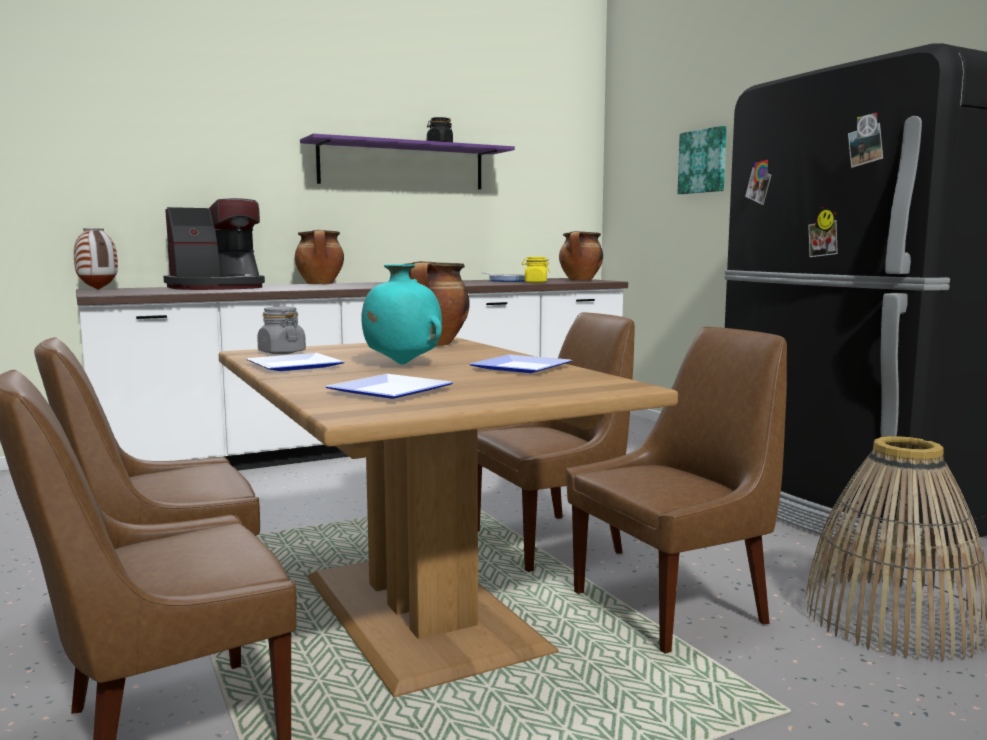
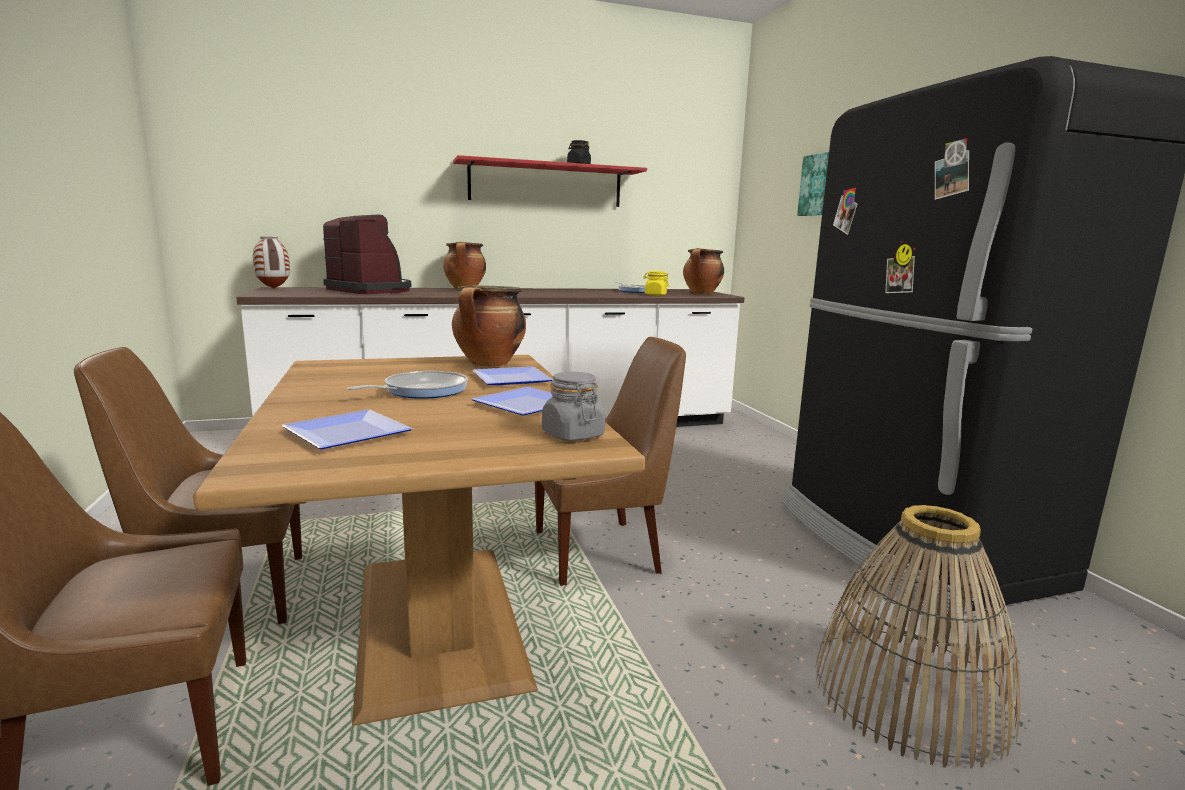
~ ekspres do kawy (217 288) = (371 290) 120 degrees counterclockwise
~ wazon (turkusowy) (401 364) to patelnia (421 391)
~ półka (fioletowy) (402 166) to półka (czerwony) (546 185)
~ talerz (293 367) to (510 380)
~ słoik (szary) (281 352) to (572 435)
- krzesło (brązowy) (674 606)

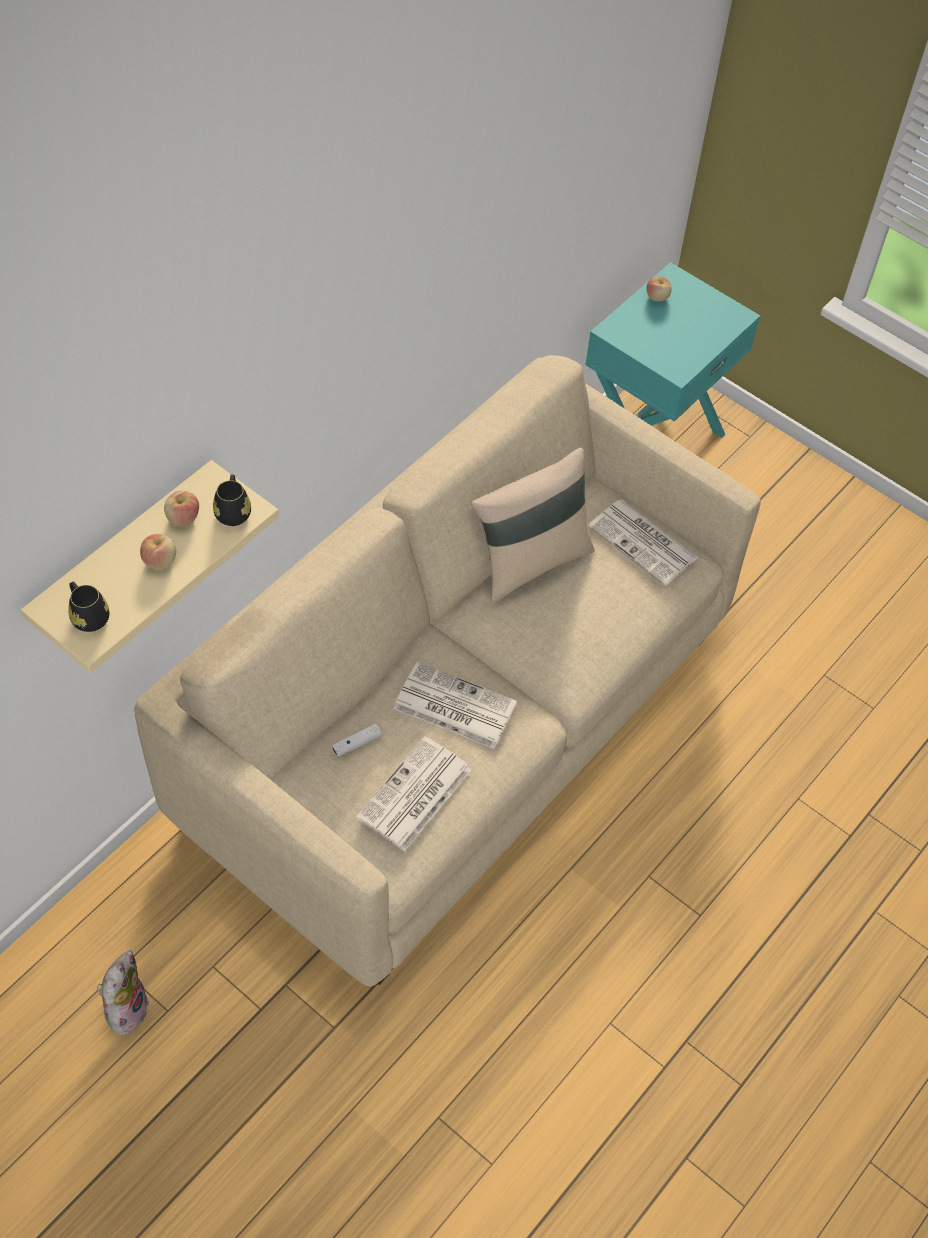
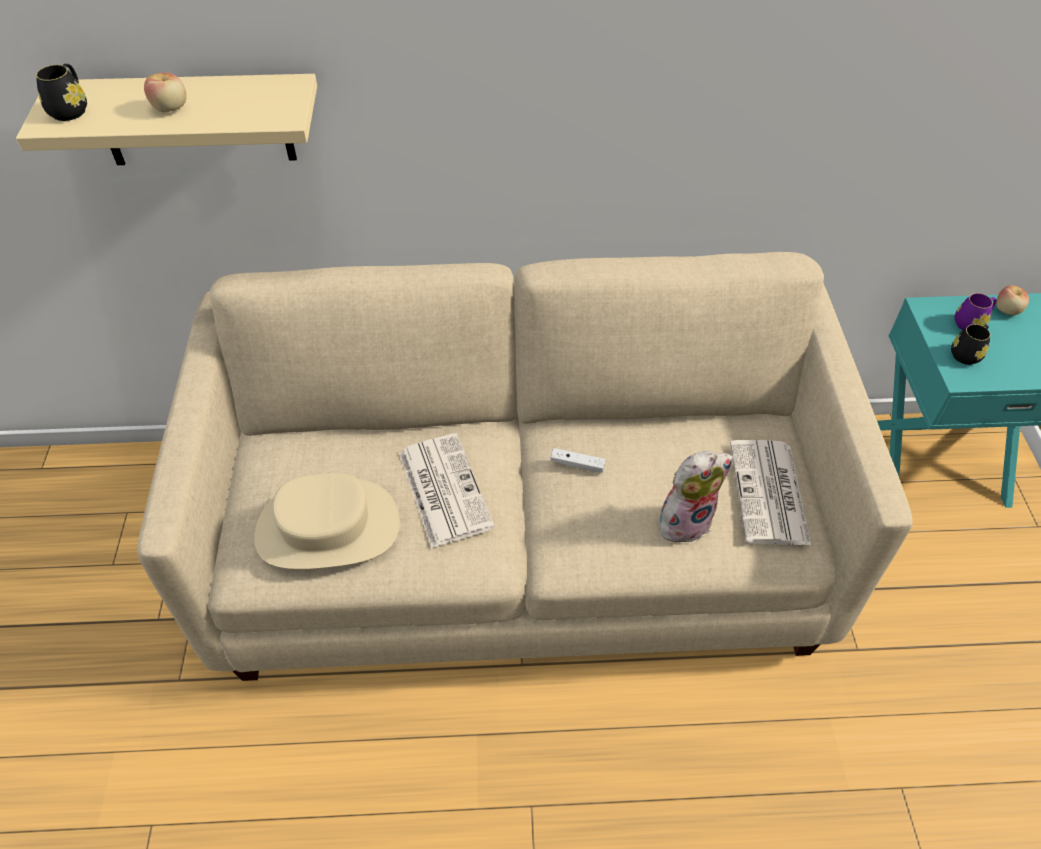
~ gazeta (414 796) to kapelusz (beżowy) (327 529)
~ pad do gier (biały) (357 743) to (577 464)
~ pluszak (125 1008) to (685 520)
~ kubek (czarny) (233 511) to (967 353)
+ kubek (fioletowy) (971 323)
- jabłko (183 518)
- poduszka (beżowy) (530 561)

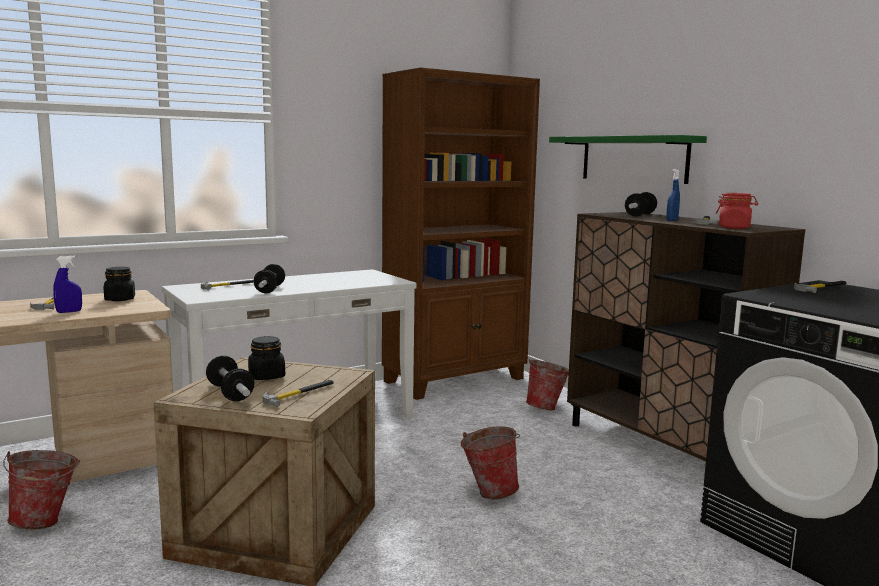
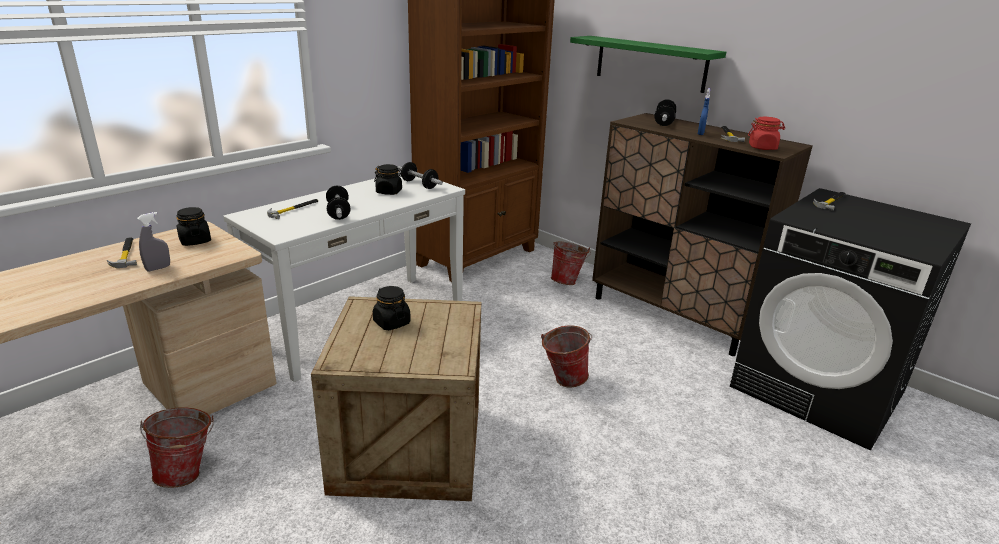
~ spryskiwacz (niebieski) (69 312) to spryskiwacz (szary) (158 268)
+ słoik (czarny) (389 192)
~ hantel (230 393) to (419 184)
- młotek (299 394)

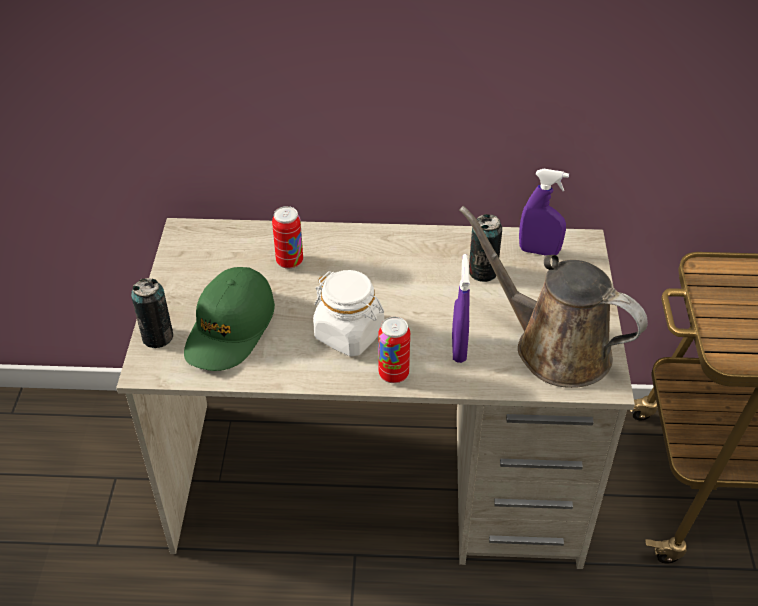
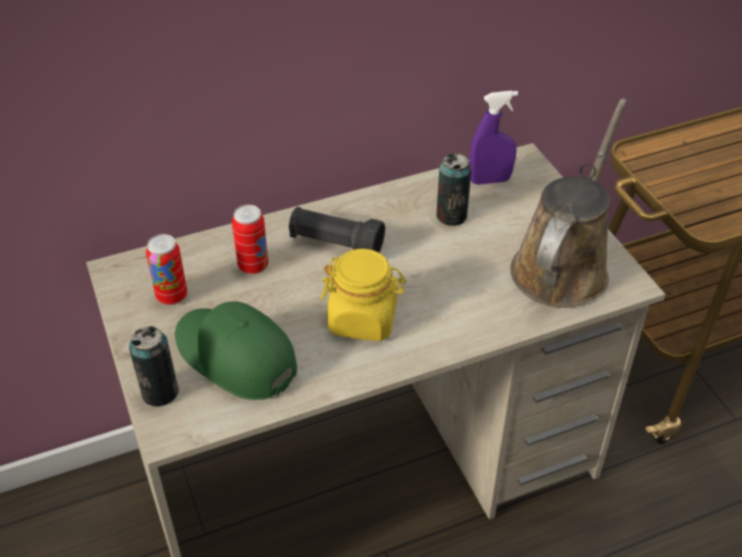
~ puszka (393 374) to (172 296)
~ czapka z daszkiem (zielony) (230 329) = (235 356) 135 degrees clockwise
+ latarka (czarny) (335 244)
~ słoik (biały) (349 334) to słoik (żółty) (363 319)
~ konewka (brązowy) (554 347) = (563 266) 105 degrees clockwise
- spryskiwacz (fioletowy) (459 348)

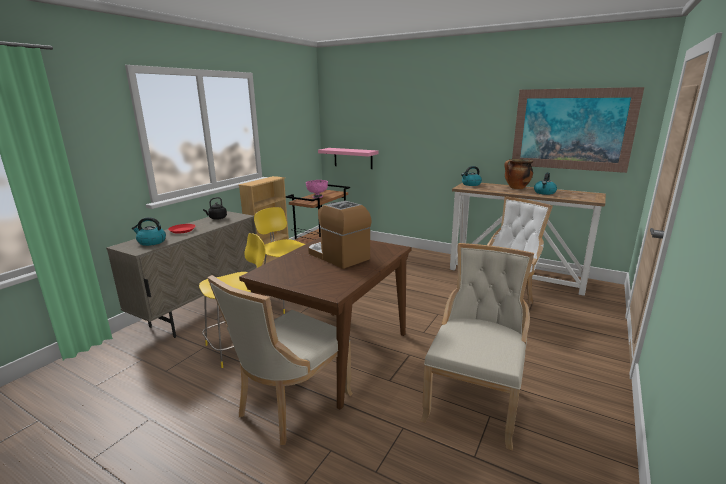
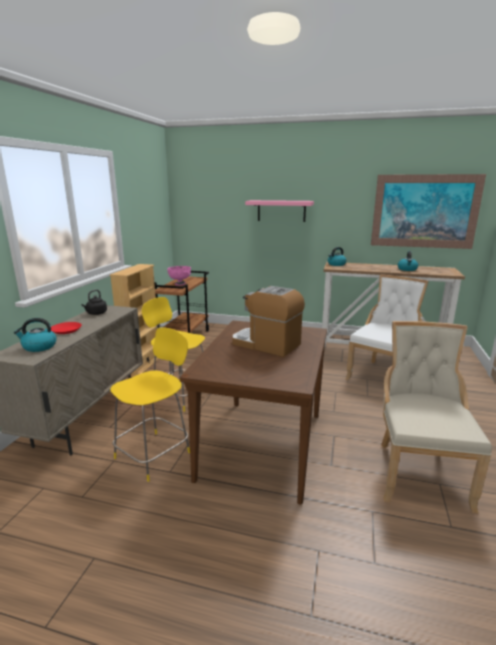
~ półka (różowy) (353 158) to (281 211)
- krzesło (beżowy) (290 405)
- garnek (516 188)

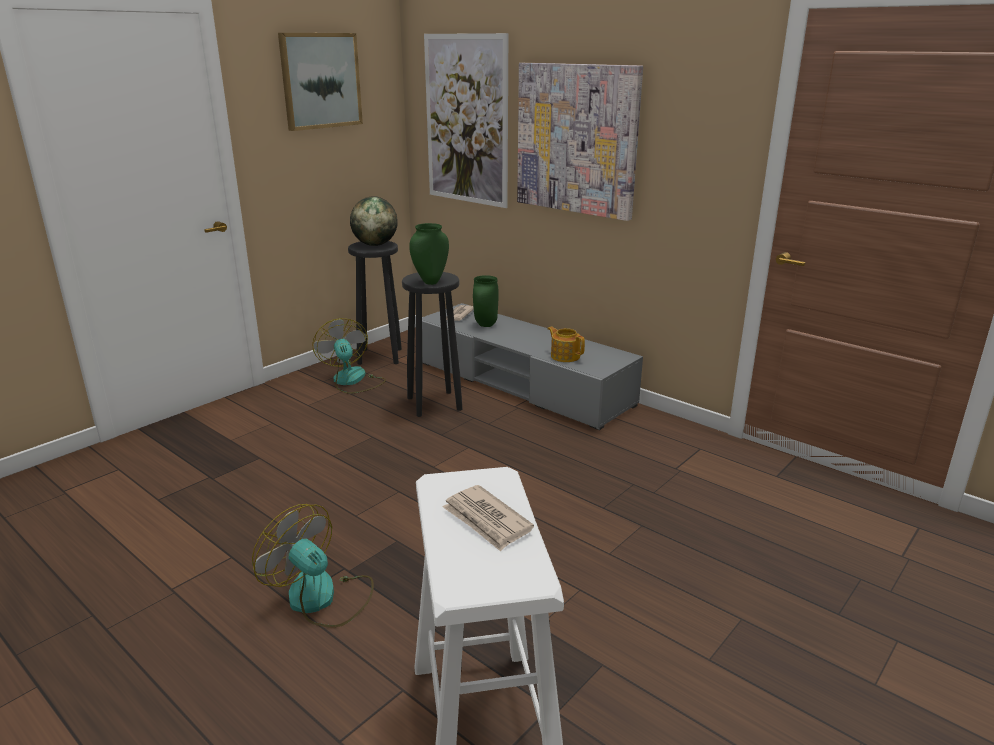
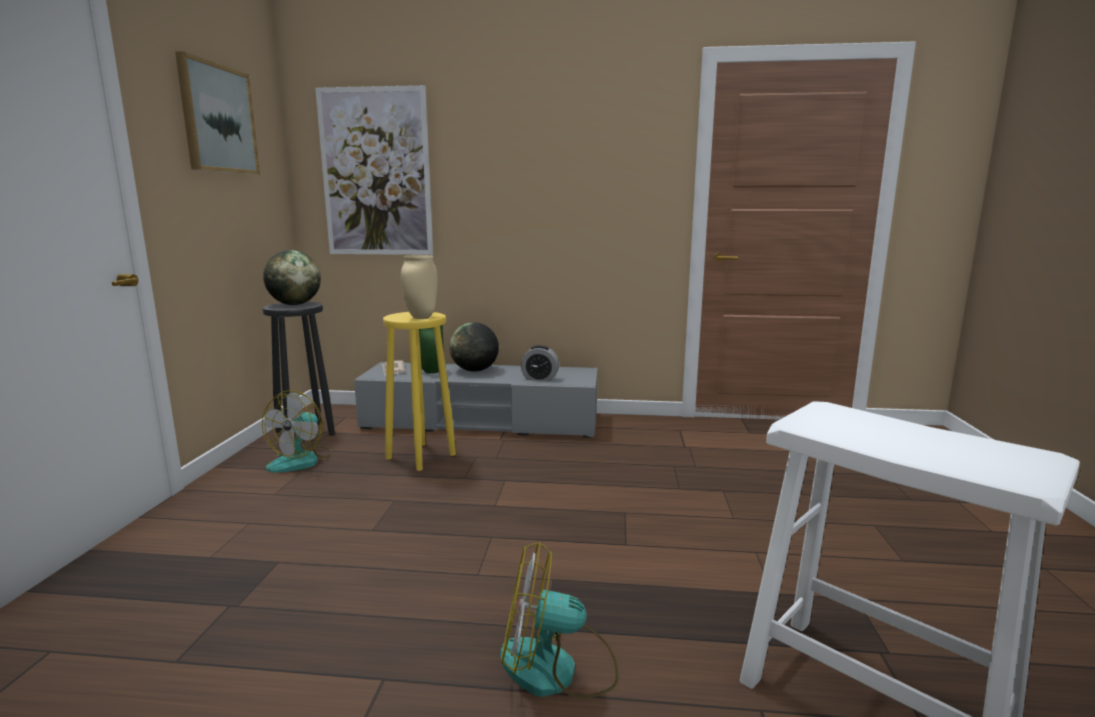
~ wentylator (352 381) = (301 460) 105 degrees counterclockwise
~ stołek (czarny) (435 403) to stołek (żółty) (421 456)
~ wazon (zielony) (430 282) to wazon (beżowy) (422 318)
+ globus (475 370)
~ imbryk (565 356) to budzik (539 378)
- gazeta (487 520)
- obraz (577 139)

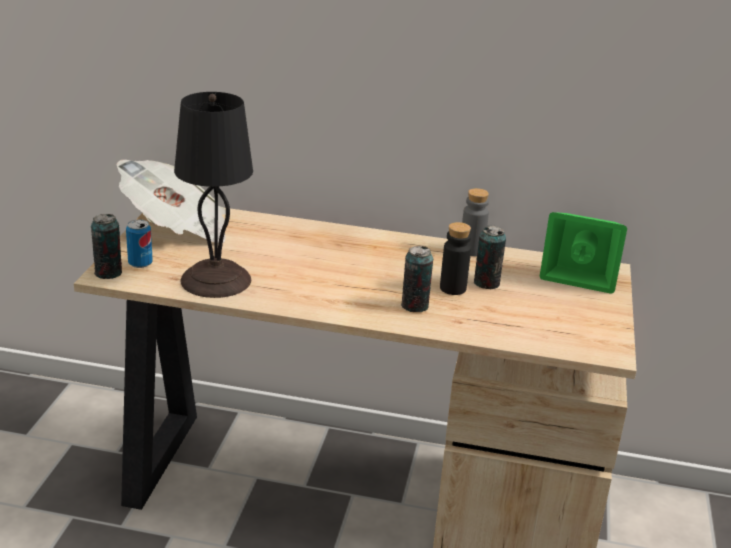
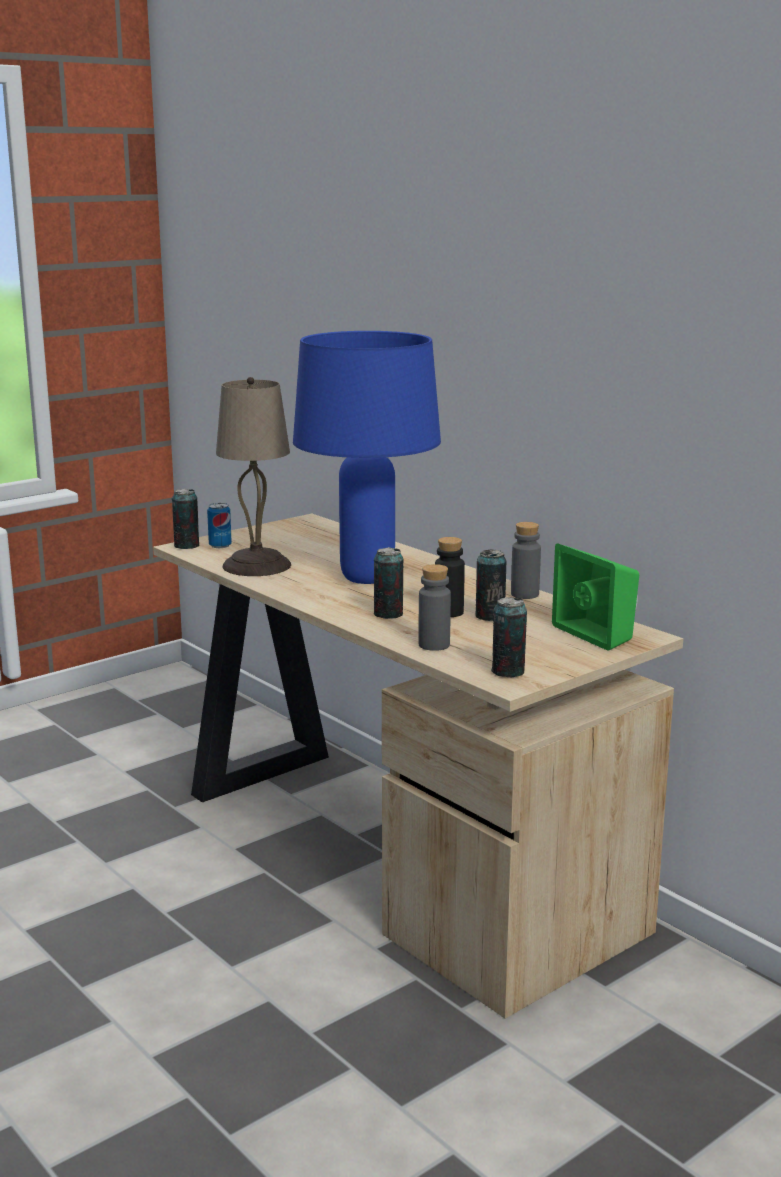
~ lampa stołowa (czarny) (215 279) to lampa stołowa (beżowy) (257 565)
+ lampa stołowa (niebieski) (368 578)
+ butelka (szary) (434 645)
+ puszka (508 672)
- gazeta (177 228)

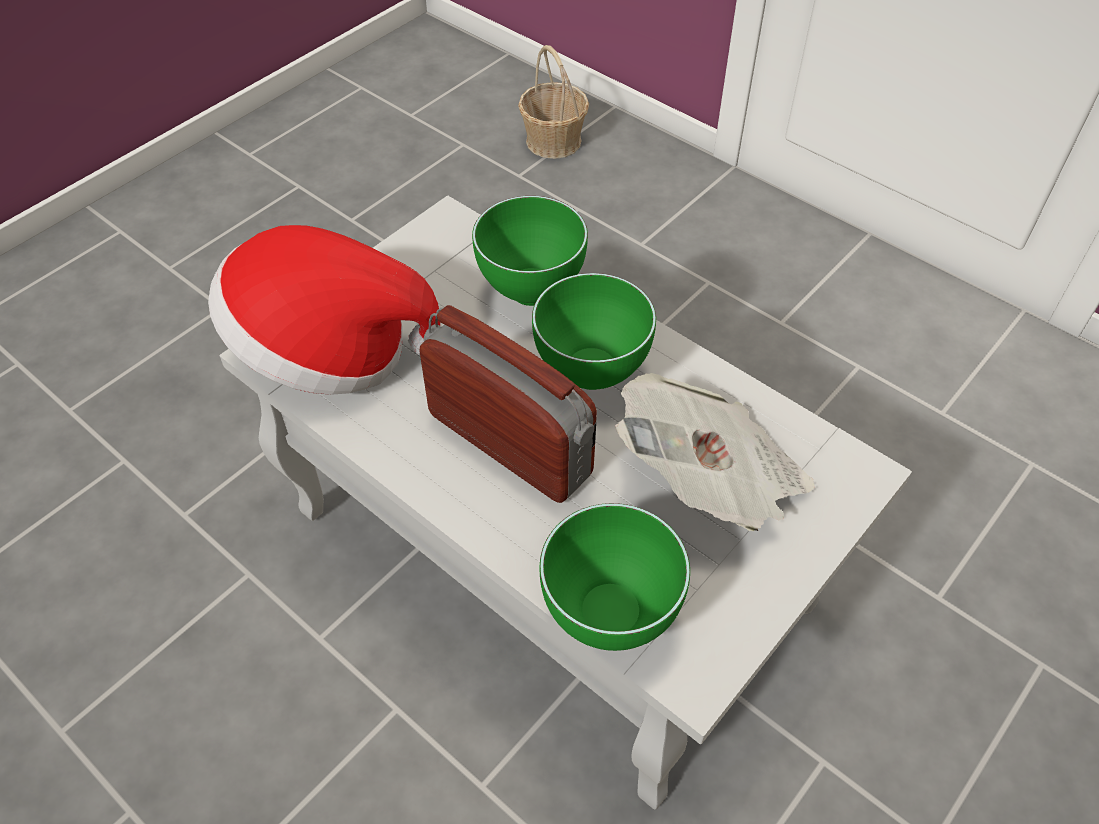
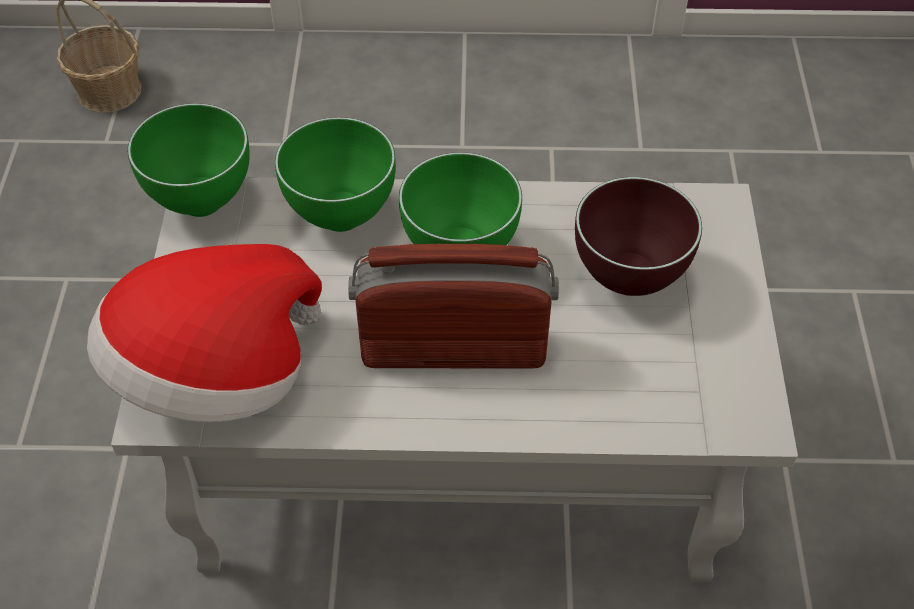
~ miska (zielony) (610 620) to (204 204)
~ gazeta (711 481) to miska (brązowy) (629 278)

